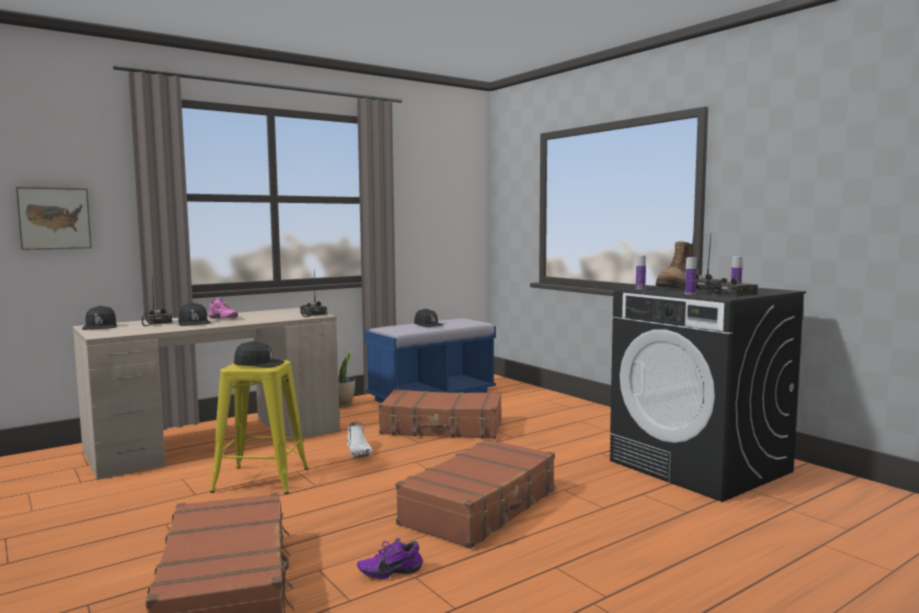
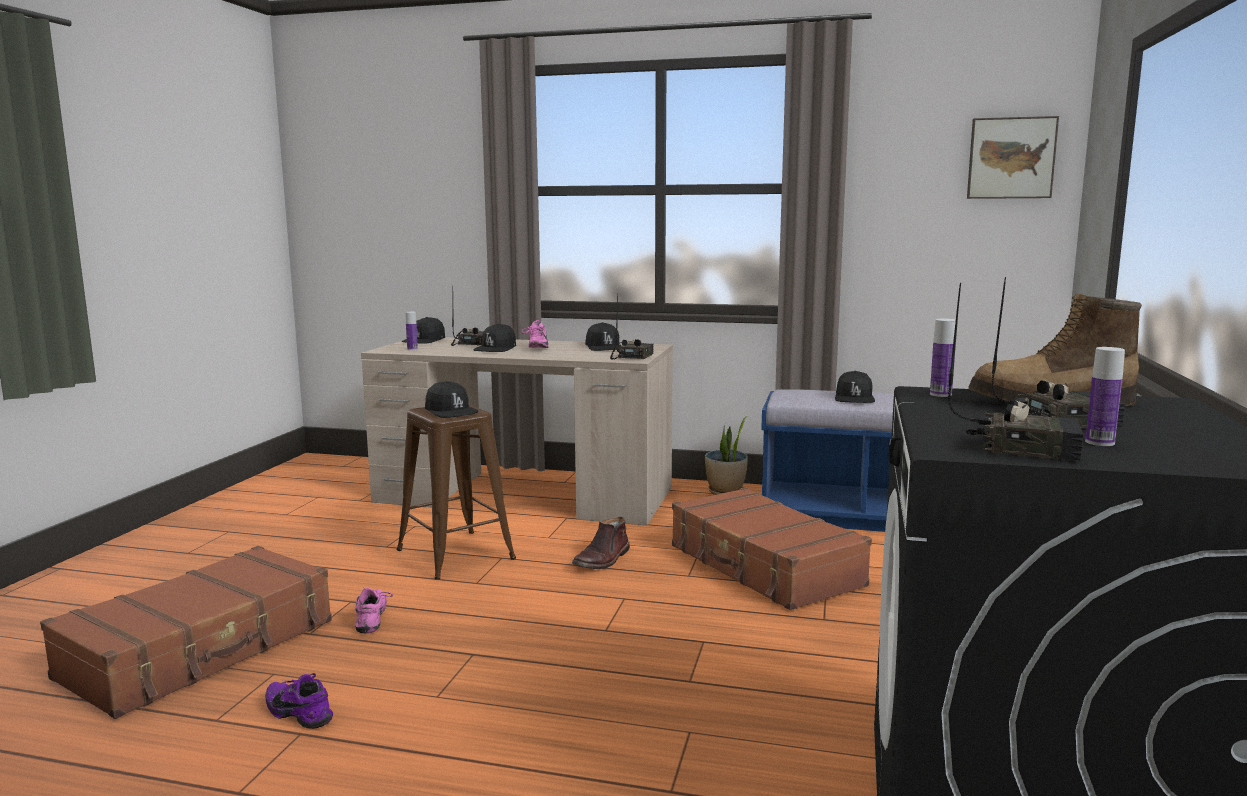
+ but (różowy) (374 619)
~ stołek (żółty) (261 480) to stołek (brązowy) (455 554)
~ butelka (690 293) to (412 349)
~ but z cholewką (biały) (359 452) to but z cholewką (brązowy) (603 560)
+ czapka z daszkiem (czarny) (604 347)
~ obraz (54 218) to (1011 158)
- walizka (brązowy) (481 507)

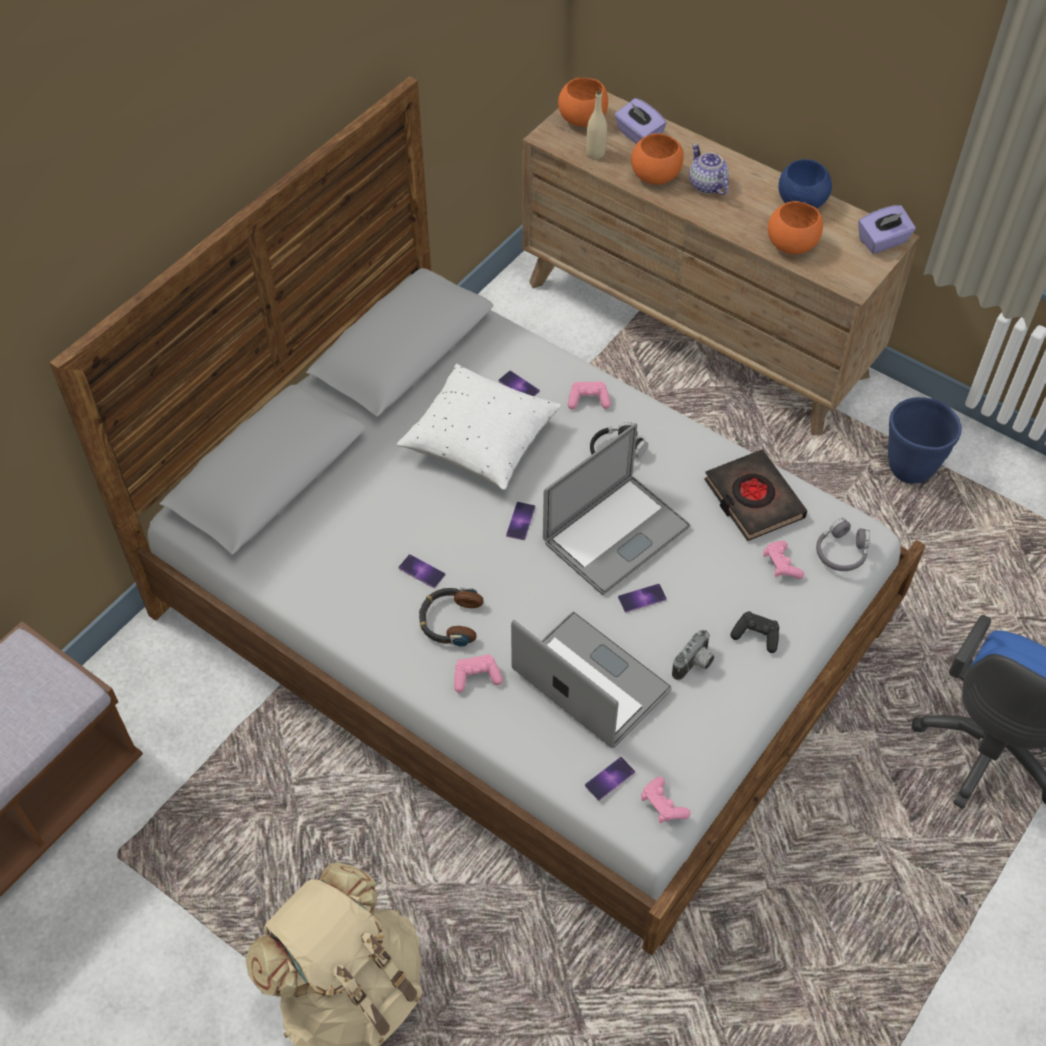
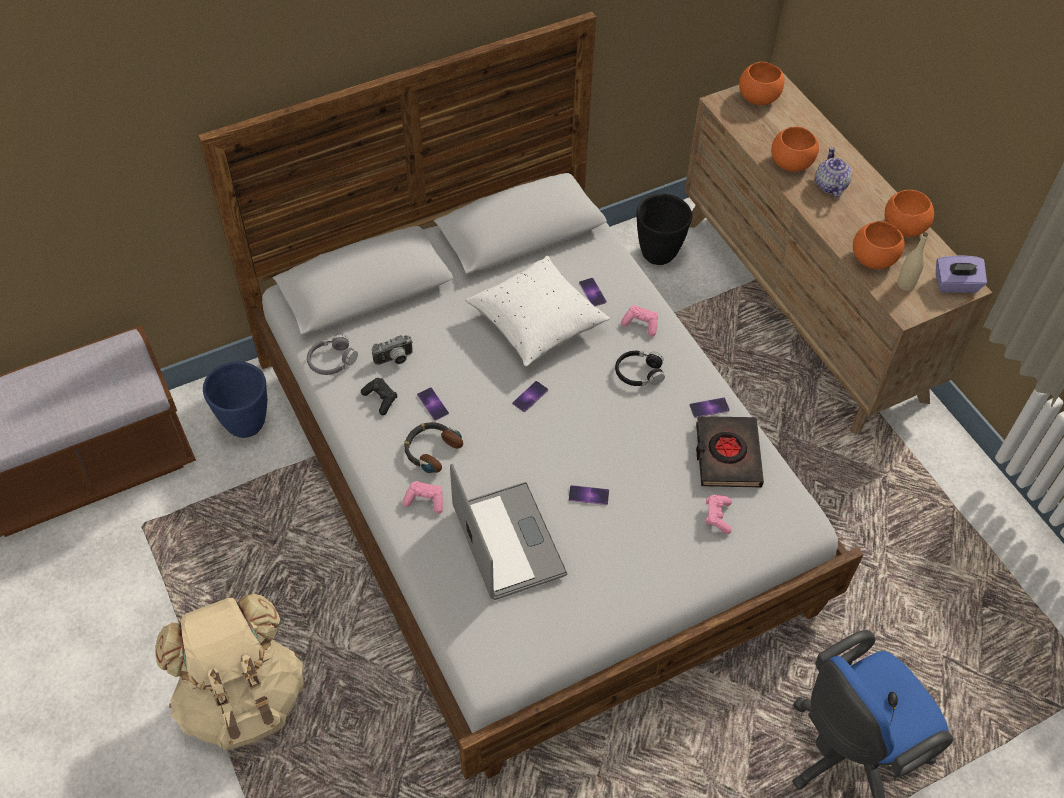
~ donica (niebieski) (909 468) to (245 423)
~ słuchawki (szary) (841 552) to (332 361)
~ pad do gier (czarny) (756 636) to (381 399)
~ aparat fotograficzny (695 665) to (395 360)
+ donica (czarny) (658 253)
~ telefon (609 779) to (709 407)
~ miska (niebieski) (800 201) to miska (pomarańczowy) (903 226)
~ butelka (beżowy) (595 153) to (905 284)
- laptop (616 534)
- pudełko chusteczek (fioletowy) (638 135)
- pad do gier (różowy) (662 805)

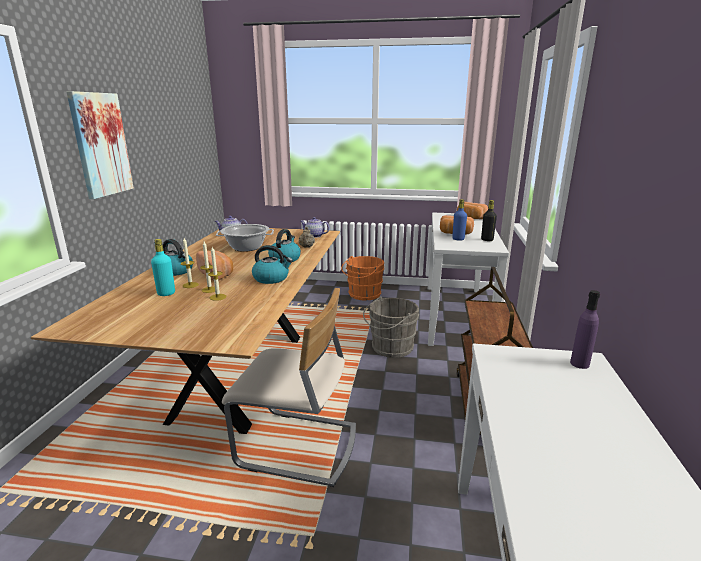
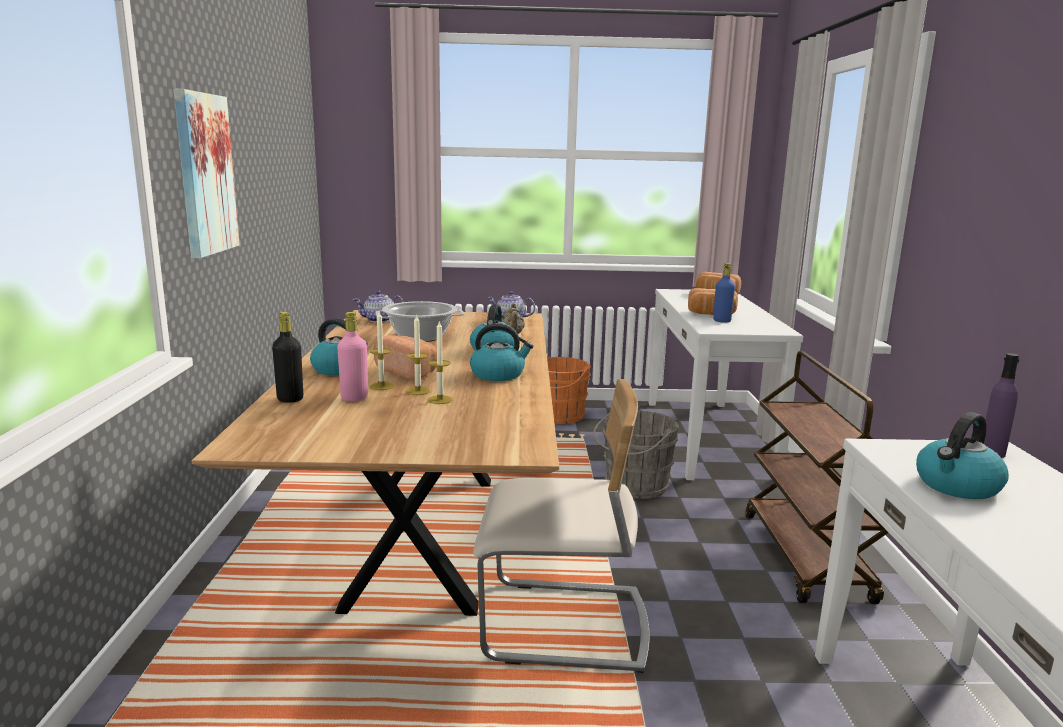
~ butelka (czarny) (487 240) to (290 399)
~ butelka (turkusowy) (166 293) to butelka (różowy) (354 398)
+ czajnik (957 486)

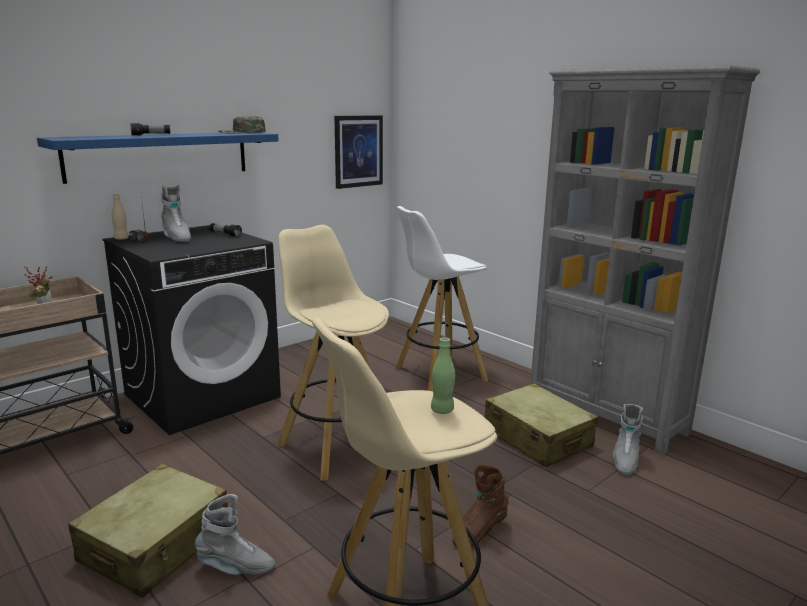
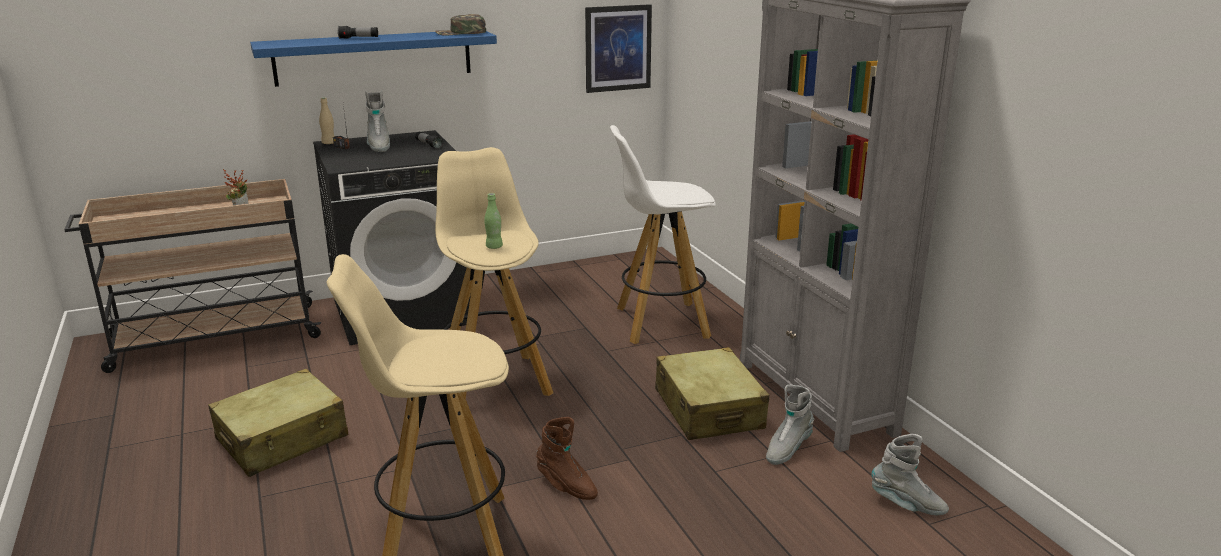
~ butelka (zielony) (442 410) to (494 247)
~ but z cholewką (brązowy) (479 532) = (566 486) 120 degrees counterclockwise
~ but z cholewką (szary) (236 568) to (907 505)

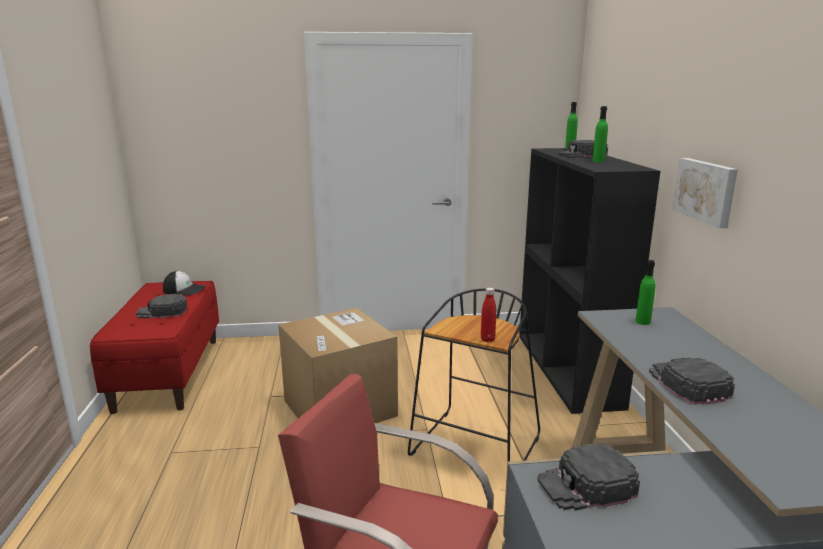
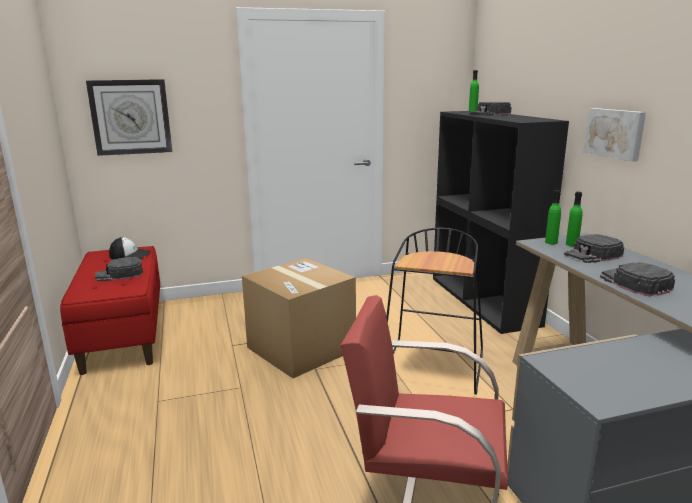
+ zegar ścienny (131 117)
~ butelka (zielony) (598 161) to (551 242)
~ czapka z daszkiem (czarny) (586 485) to (593 255)
- butelka (czerwony) (487 339)

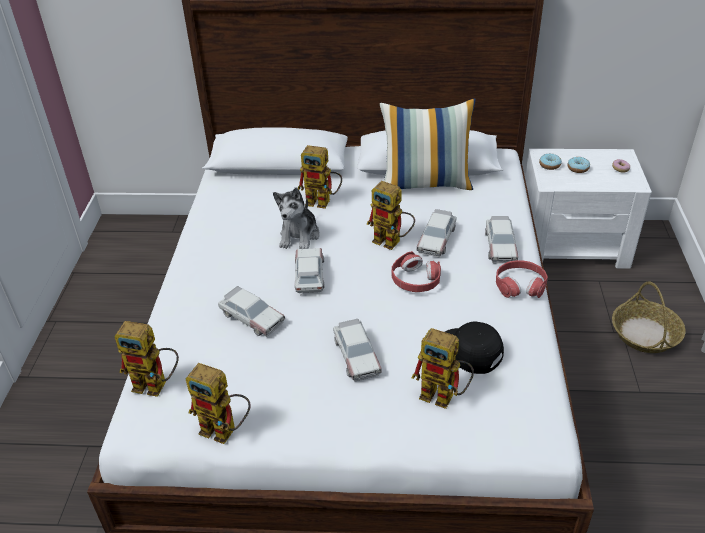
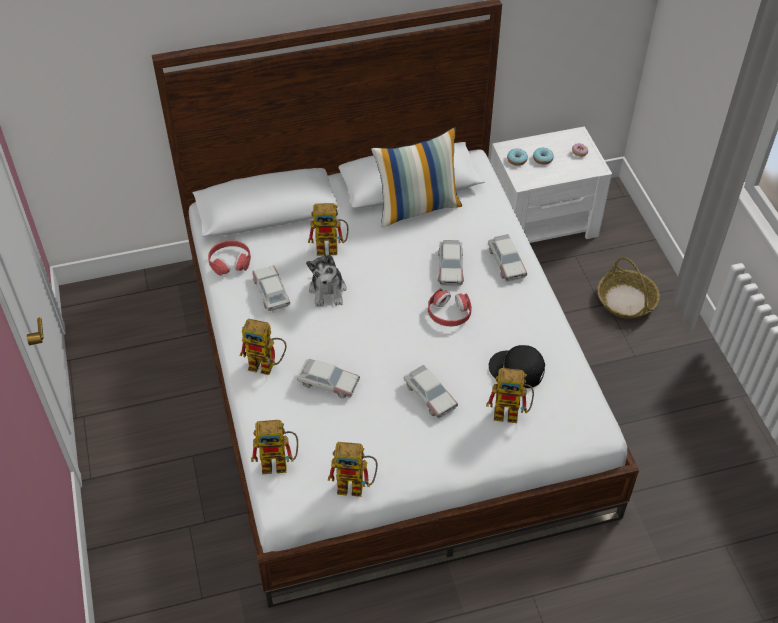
~ słuchawki (czerwony) (520 285) to (230 262)
~ robot zabawkowy (392 242) to (267 365)
~ samochodzik (309 276) to (272 292)

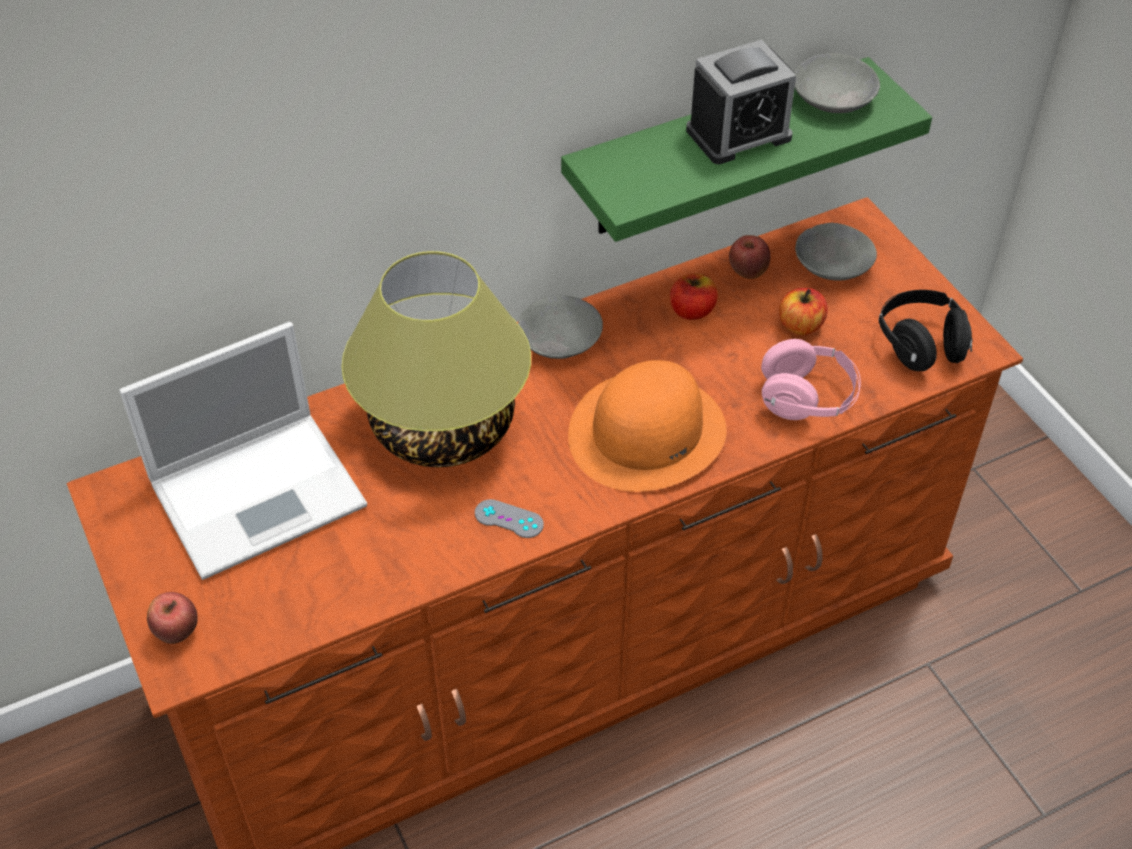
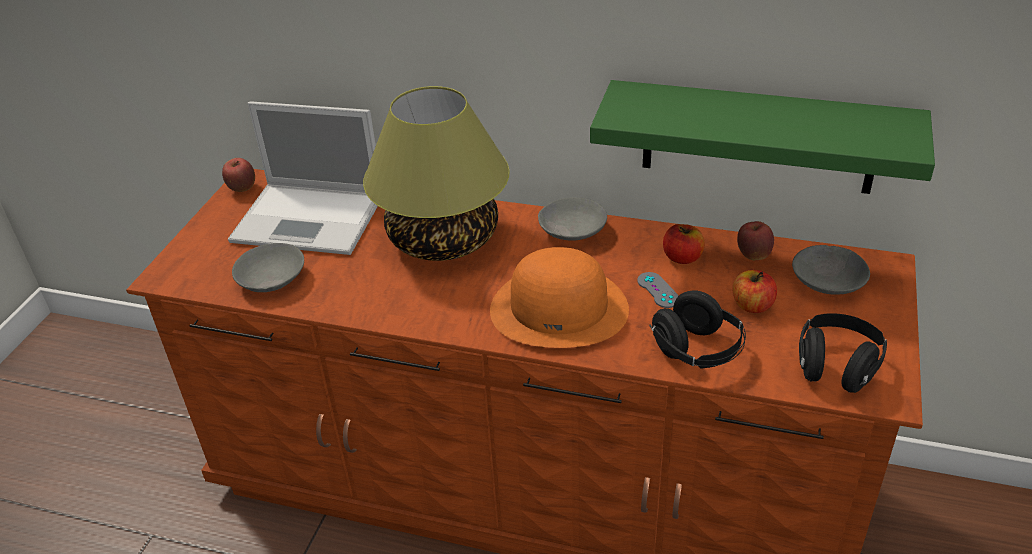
~ jabłko (177 632) to (242 189)
~ miska (szary) (833 99) to (271 280)
~ pad do gier (szary) (509 519) to (658 290)
~ słuchawki (różowy) (807 399) to słuchawki (czarny) (697 351)
- budzik (738 134)

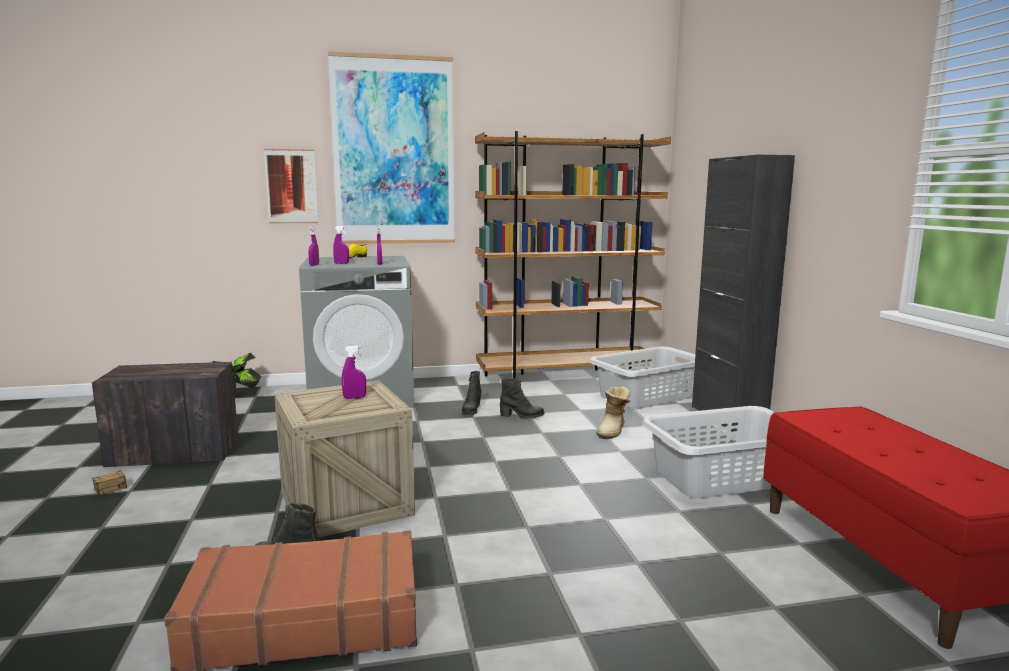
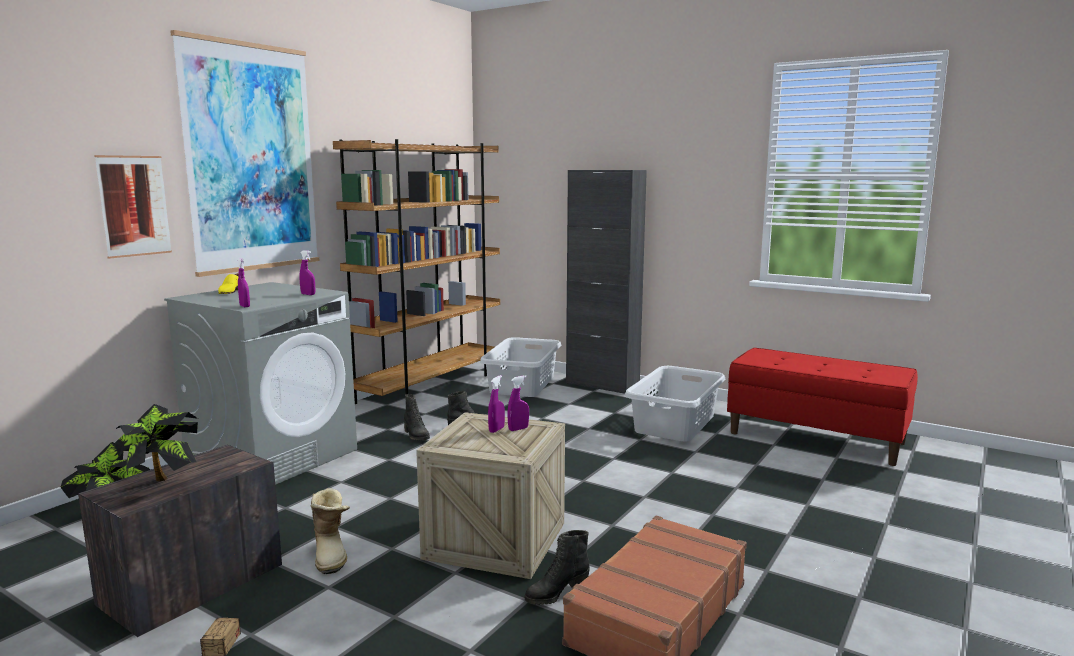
+ roślina doniczkowa (160 484)
~ but z cholewką (613 431) to (332 554)
~ spryskiwacz (fioletowy) (341 263) to (518 429)

